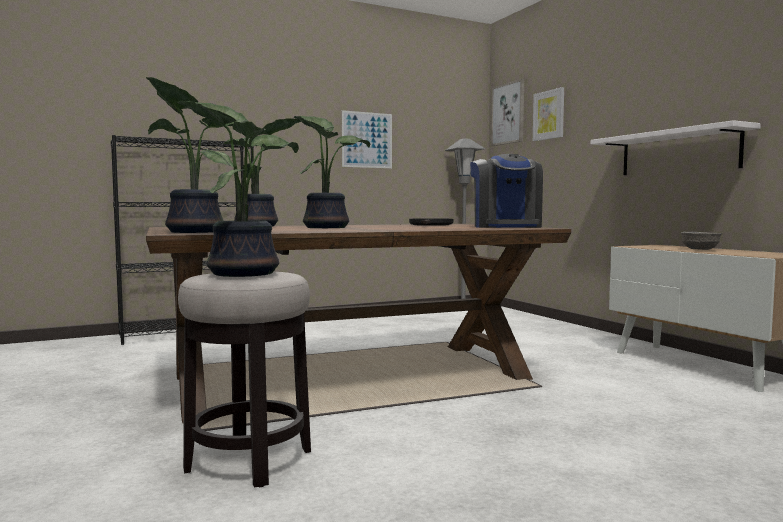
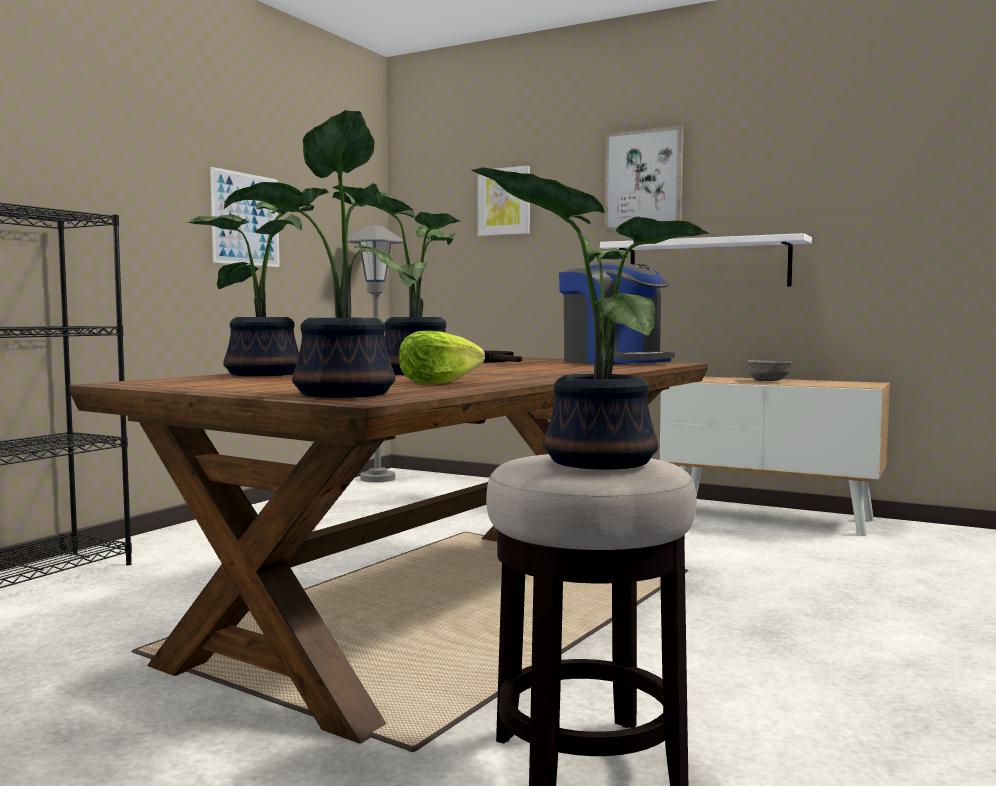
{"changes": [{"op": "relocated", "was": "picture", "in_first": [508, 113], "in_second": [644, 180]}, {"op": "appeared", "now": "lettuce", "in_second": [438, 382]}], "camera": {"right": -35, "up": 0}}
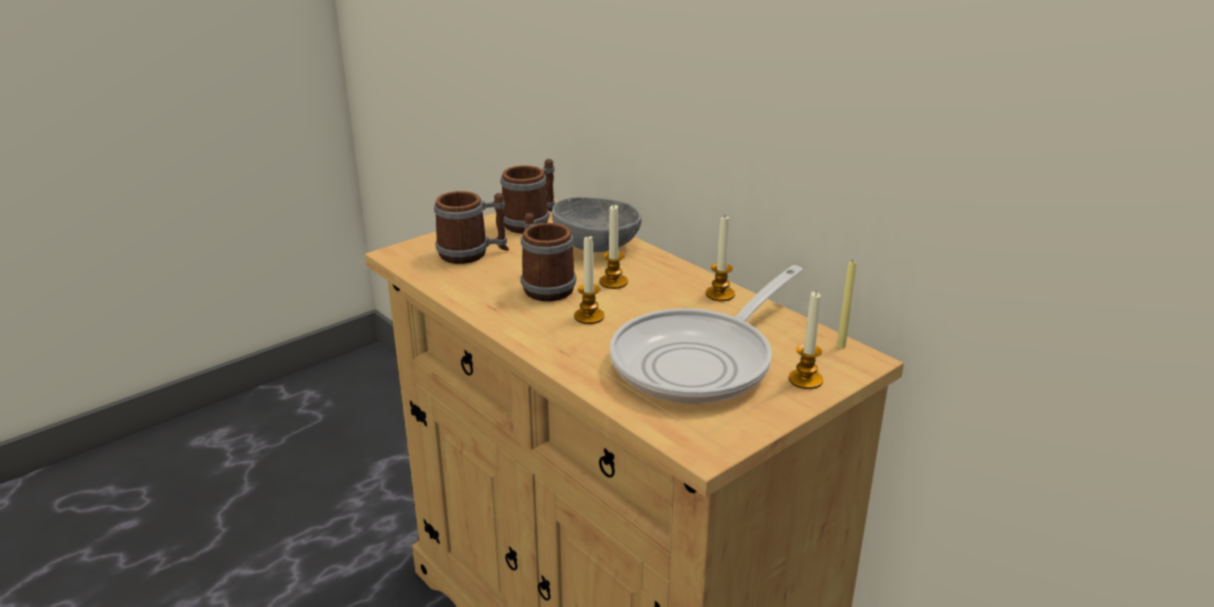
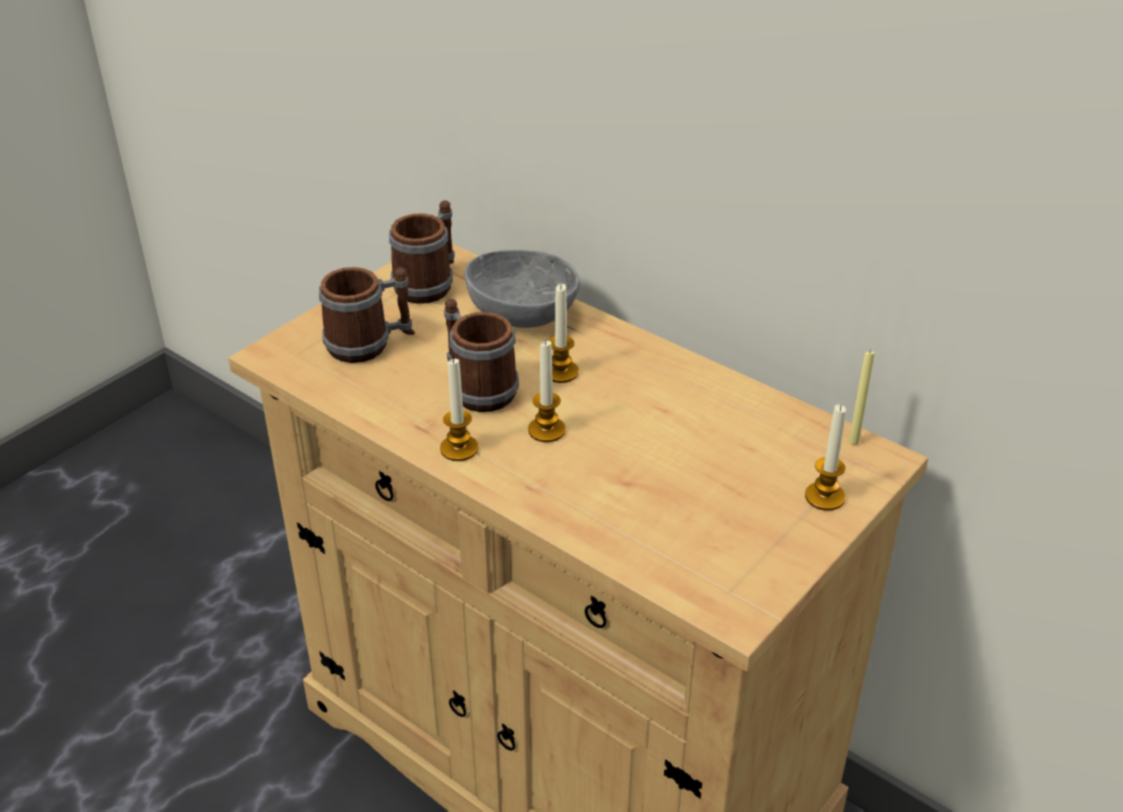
{"changes": [{"op": "relocated", "was": "candle", "in_first": [720, 294], "in_second": [459, 449]}, {"op": "missing", "was": "frying pan", "in_first": [700, 361]}], "camera": {"right": -10, "up": 10}}
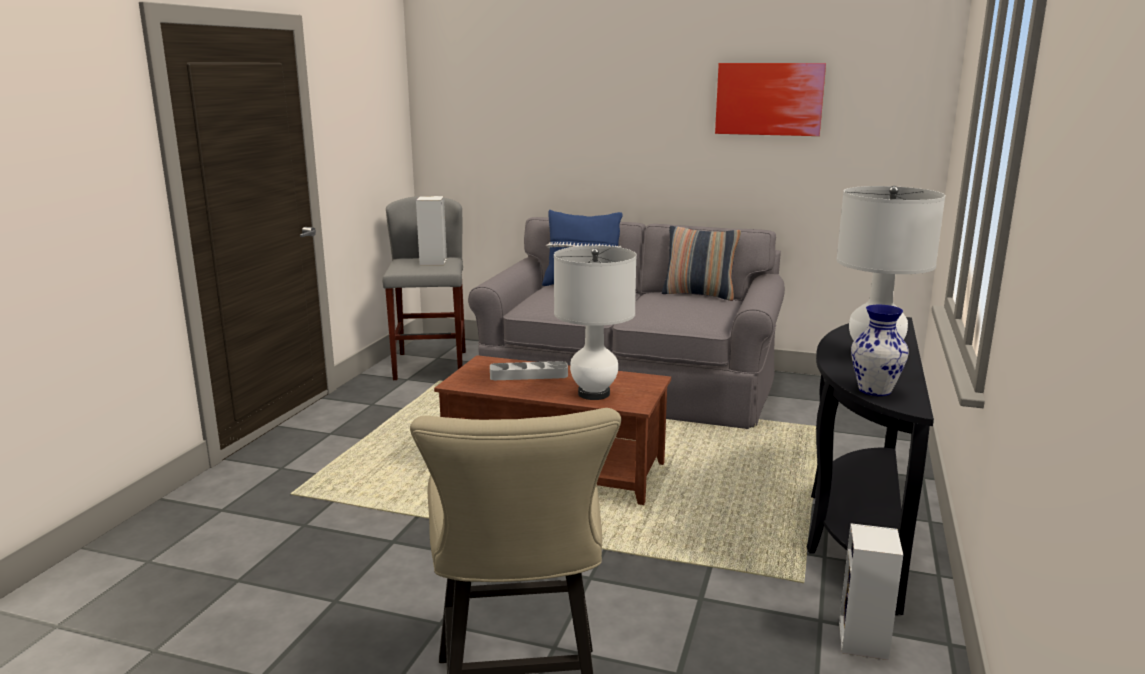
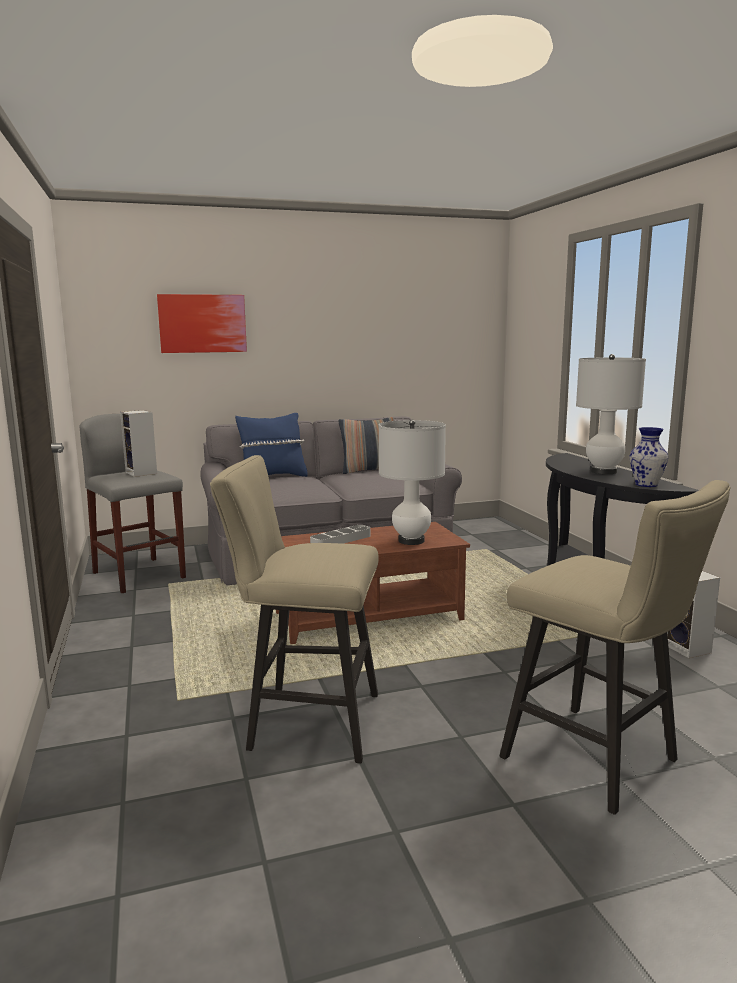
{"changes": [{"op": "relocated", "was": "picture", "in_first": [769, 99], "in_second": [202, 323]}, {"op": "appeared", "now": "stool (beige)", "in_second": [305, 721]}], "camera": {"right": -35, "up": -5}}
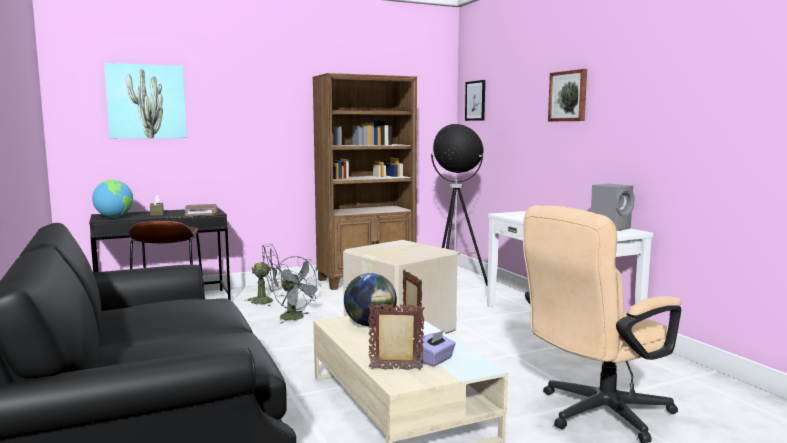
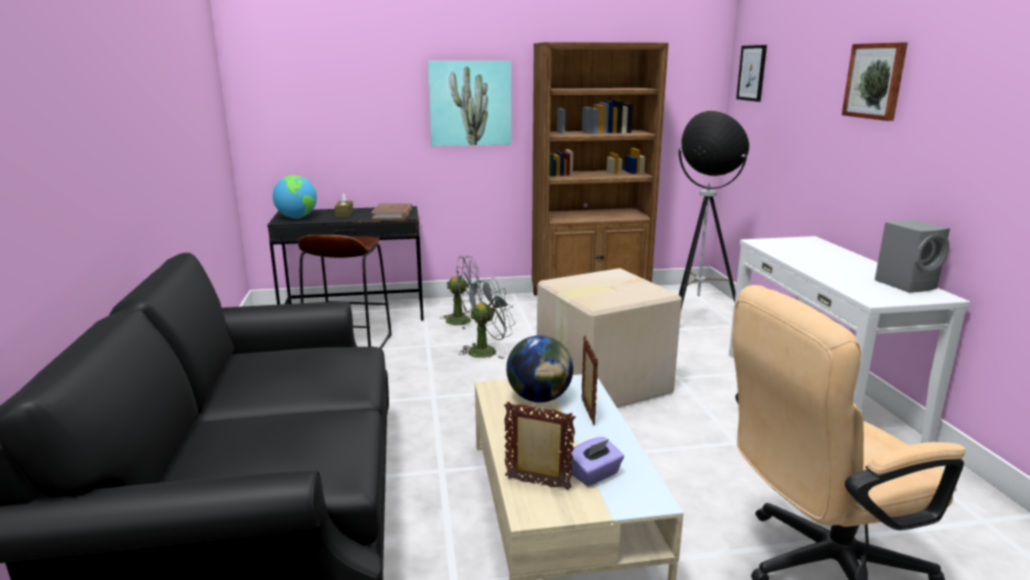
{"changes": [{"op": "relocated", "was": "picture", "in_first": [146, 101], "in_second": [470, 103]}, {"op": "spun", "was": "fan (grey)", "in_first": [296, 318], "in_second": [487, 350], "clockwise": -90}], "camera": {"right": 15, "up": 10}}
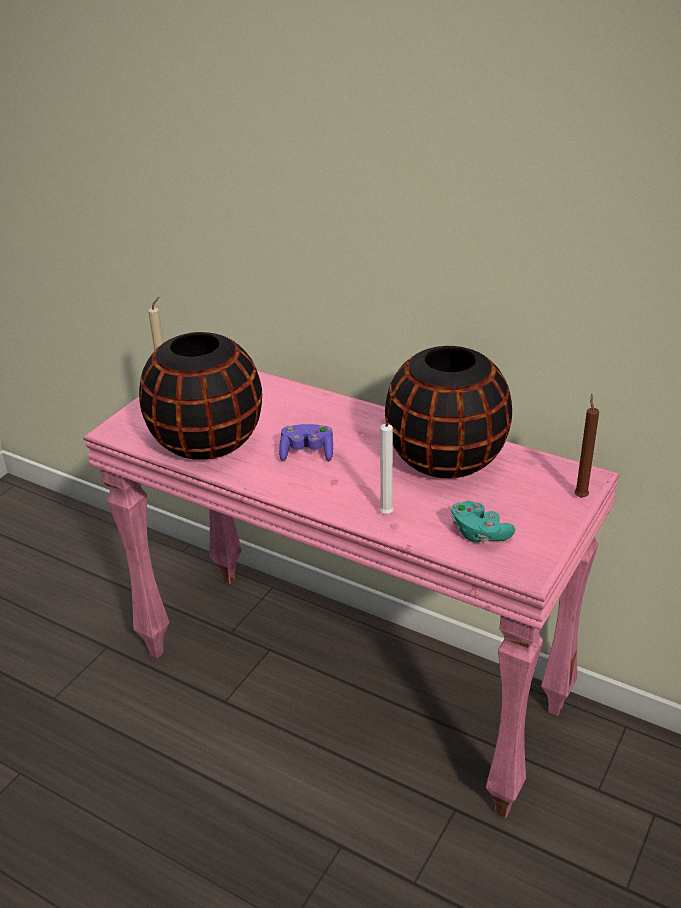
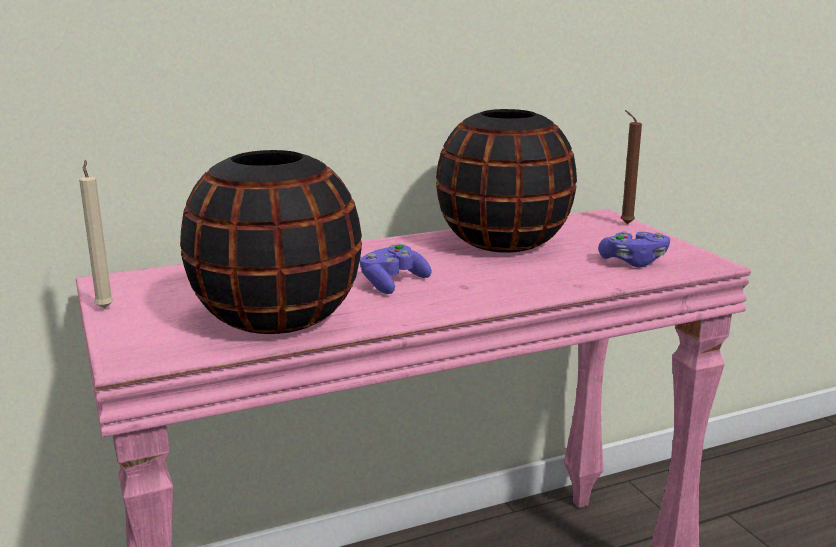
{"changes": [{"op": "missing", "was": "candle (white)", "in_first": [386, 515]}, {"op": "colour", "was": "game controller (turquoise)", "now": "game controller (purple)", "in_first": [479, 533], "in_second": [633, 262]}], "camera": {"right": -55, "up": -15}}
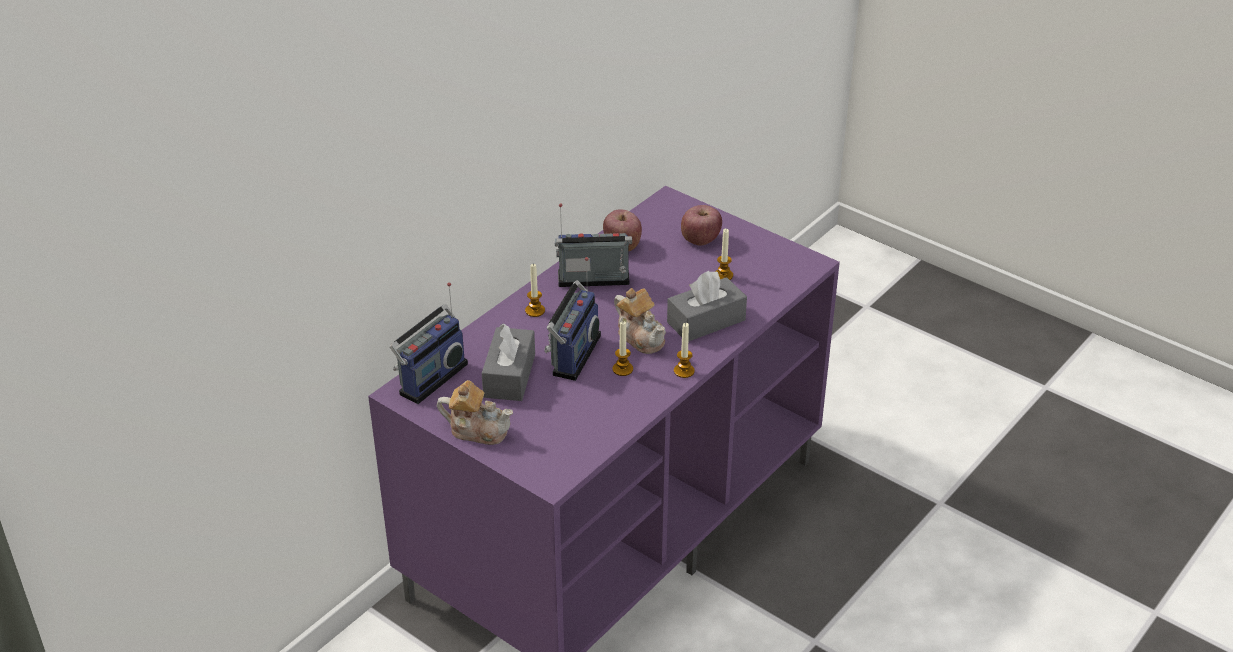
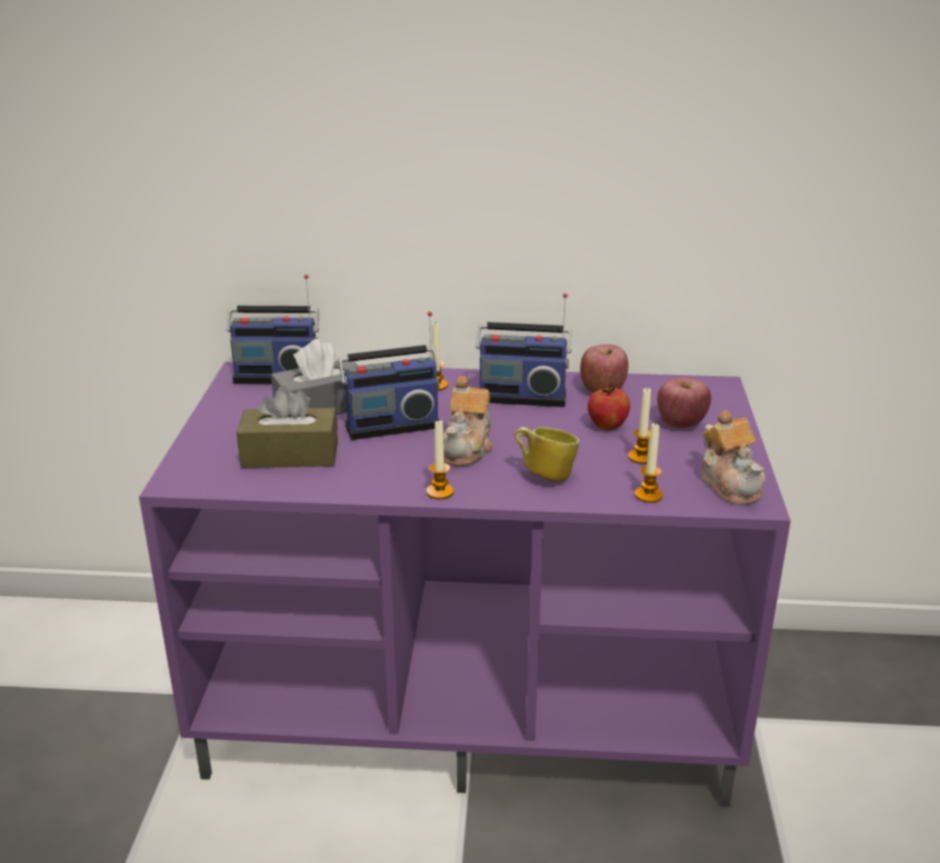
{"changes": [{"op": "spun", "was": "radio", "in_first": [594, 282], "in_second": [522, 396], "clockwise": 135}, {"op": "exchanged", "was": "tissue box (grey)", "now": "mug", "in_first": [706, 321], "in_second": [545, 475]}, {"op": "relocated", "was": "candle", "in_first": [622, 369], "in_second": [648, 495]}, {"op": "relocated", "was": "teapot", "in_first": [477, 430], "in_second": [730, 484]}, {"op": "appeared", "now": "apple", "in_second": [607, 426]}, {"op": "appeared", "now": "tissue box (brown)", "in_second": [290, 455]}], "camera": {"right": 55, "up": -10}}
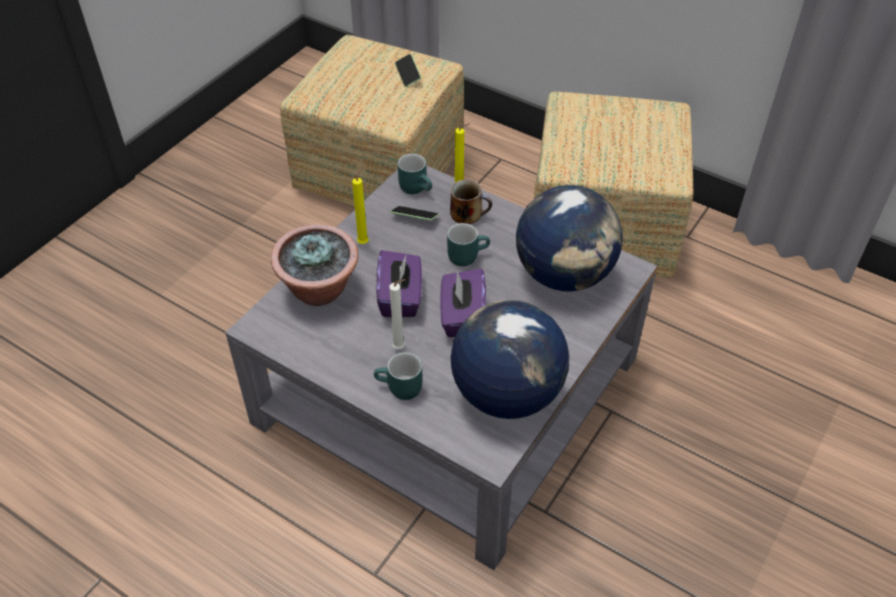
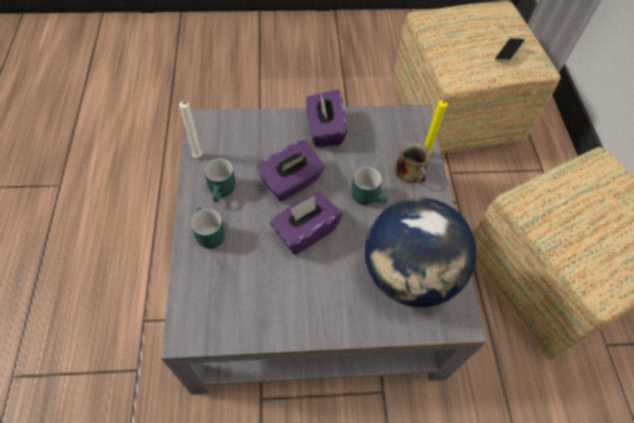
{"changes": [{"op": "relocated", "was": "mug (turquoise)", "in_first": [417, 187], "in_second": [223, 191]}, {"op": "exchanged", "was": "candle (yellow)", "now": "tissue box (purple)", "in_first": [364, 242], "in_second": [324, 130]}, {"op": "missing", "was": "phone", "in_first": [414, 218]}, {"op": "missing", "was": "potted plant", "in_first": [320, 290]}, {"op": "relocated", "was": "candle (white)", "in_first": [400, 348], "in_second": [198, 157]}, {"op": "missing", "was": "globe", "in_first": [507, 393]}], "camera": {"right": 50, "up": 10}}
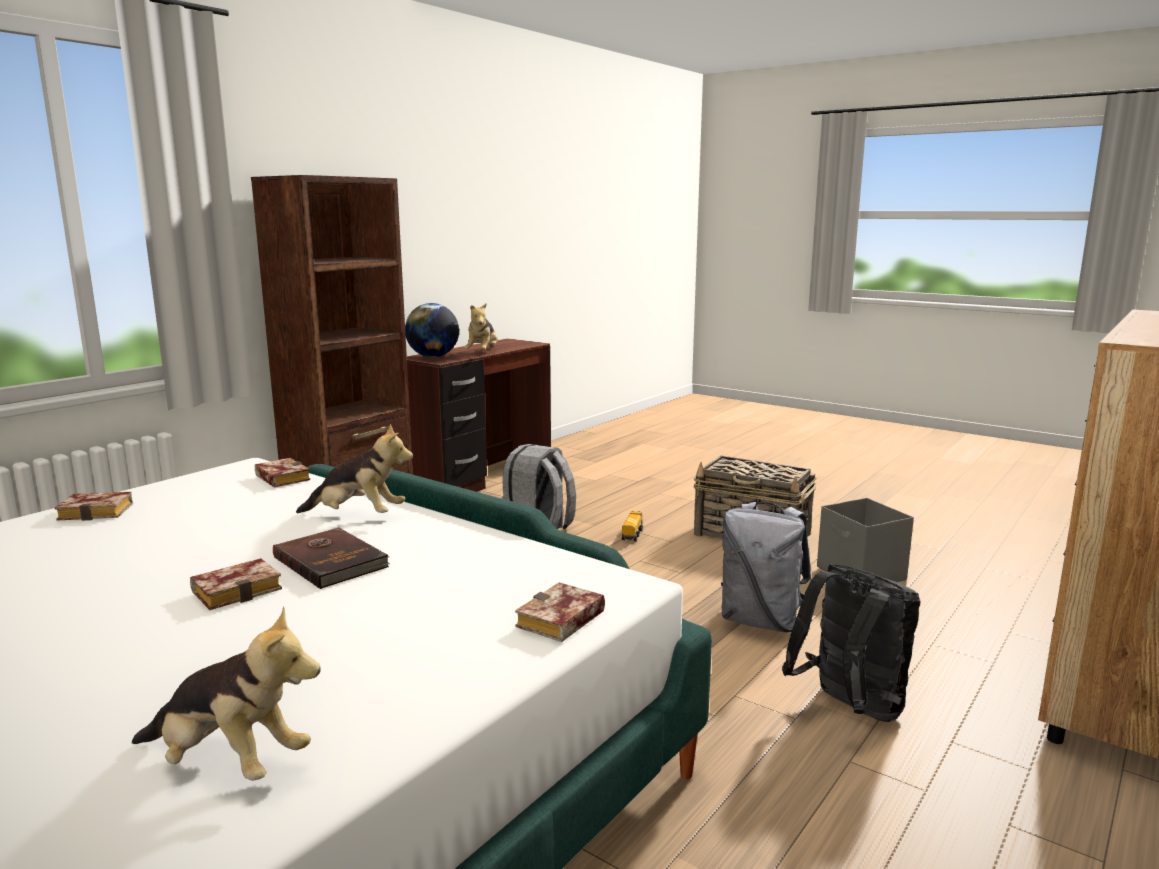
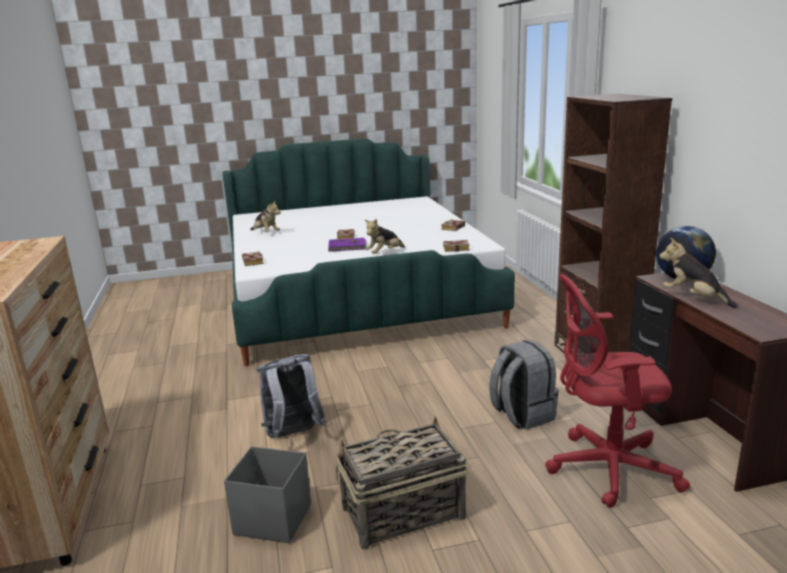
{"changes": [{"op": "missing", "was": "toy truck", "in_first": [632, 534]}, {"op": "colour", "was": "book (brown)", "now": "book (purple)", "in_first": [331, 561], "in_second": [347, 247]}, {"op": "missing", "was": "backpack (black)", "in_first": [849, 709]}, {"op": "spun", "was": "plush toy", "in_first": [229, 763], "in_second": [266, 233], "clockwise": -105}, {"op": "appeared", "now": "office chair (red)", "in_second": [605, 468]}], "camera": {"right": 130, "up": 5}}
